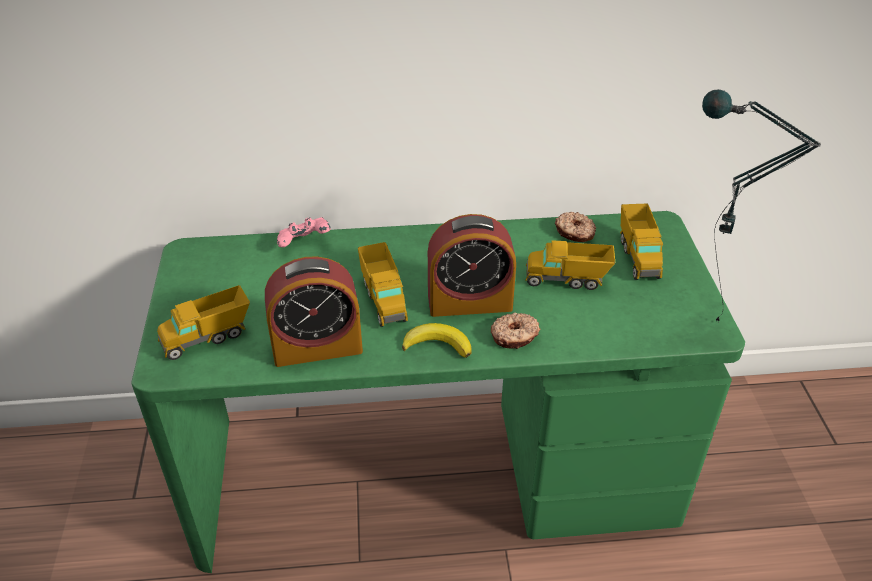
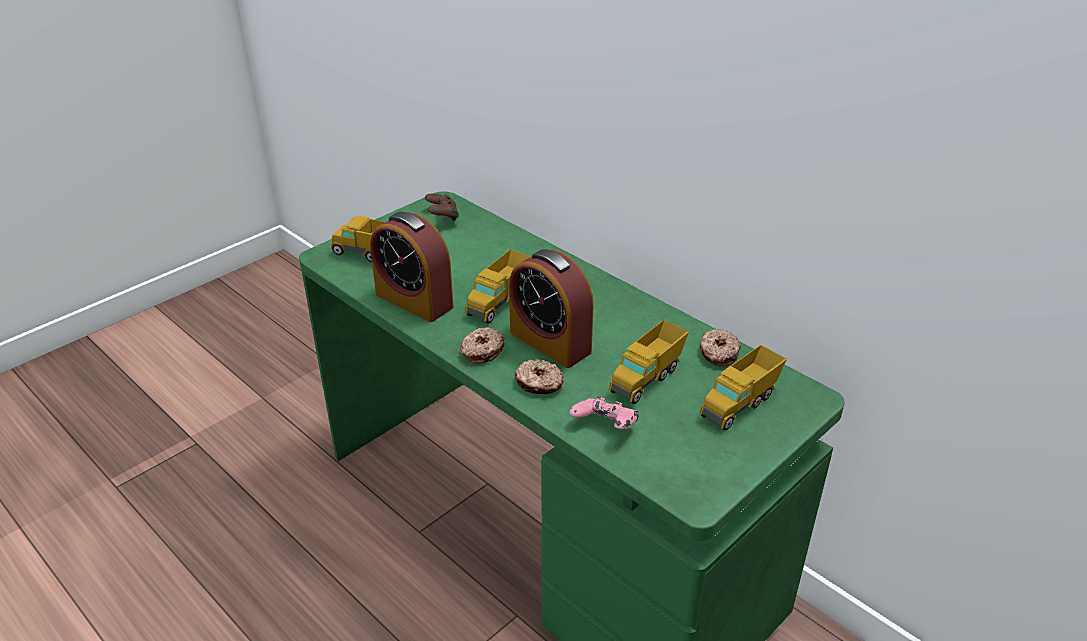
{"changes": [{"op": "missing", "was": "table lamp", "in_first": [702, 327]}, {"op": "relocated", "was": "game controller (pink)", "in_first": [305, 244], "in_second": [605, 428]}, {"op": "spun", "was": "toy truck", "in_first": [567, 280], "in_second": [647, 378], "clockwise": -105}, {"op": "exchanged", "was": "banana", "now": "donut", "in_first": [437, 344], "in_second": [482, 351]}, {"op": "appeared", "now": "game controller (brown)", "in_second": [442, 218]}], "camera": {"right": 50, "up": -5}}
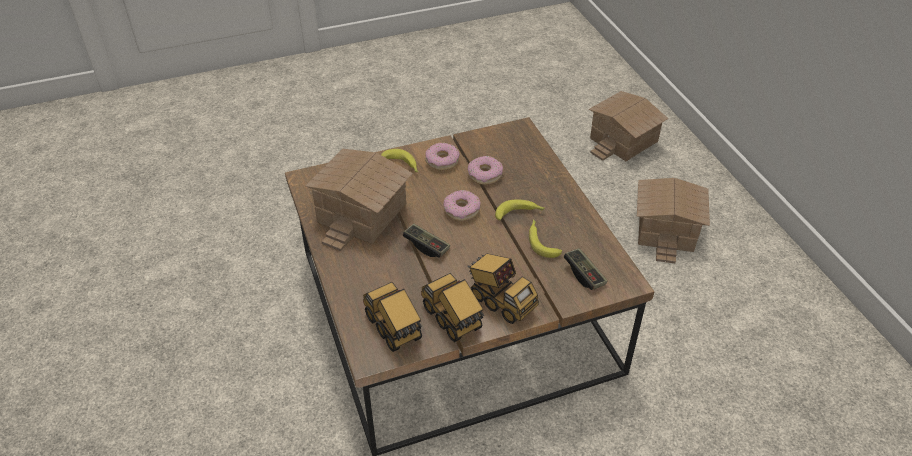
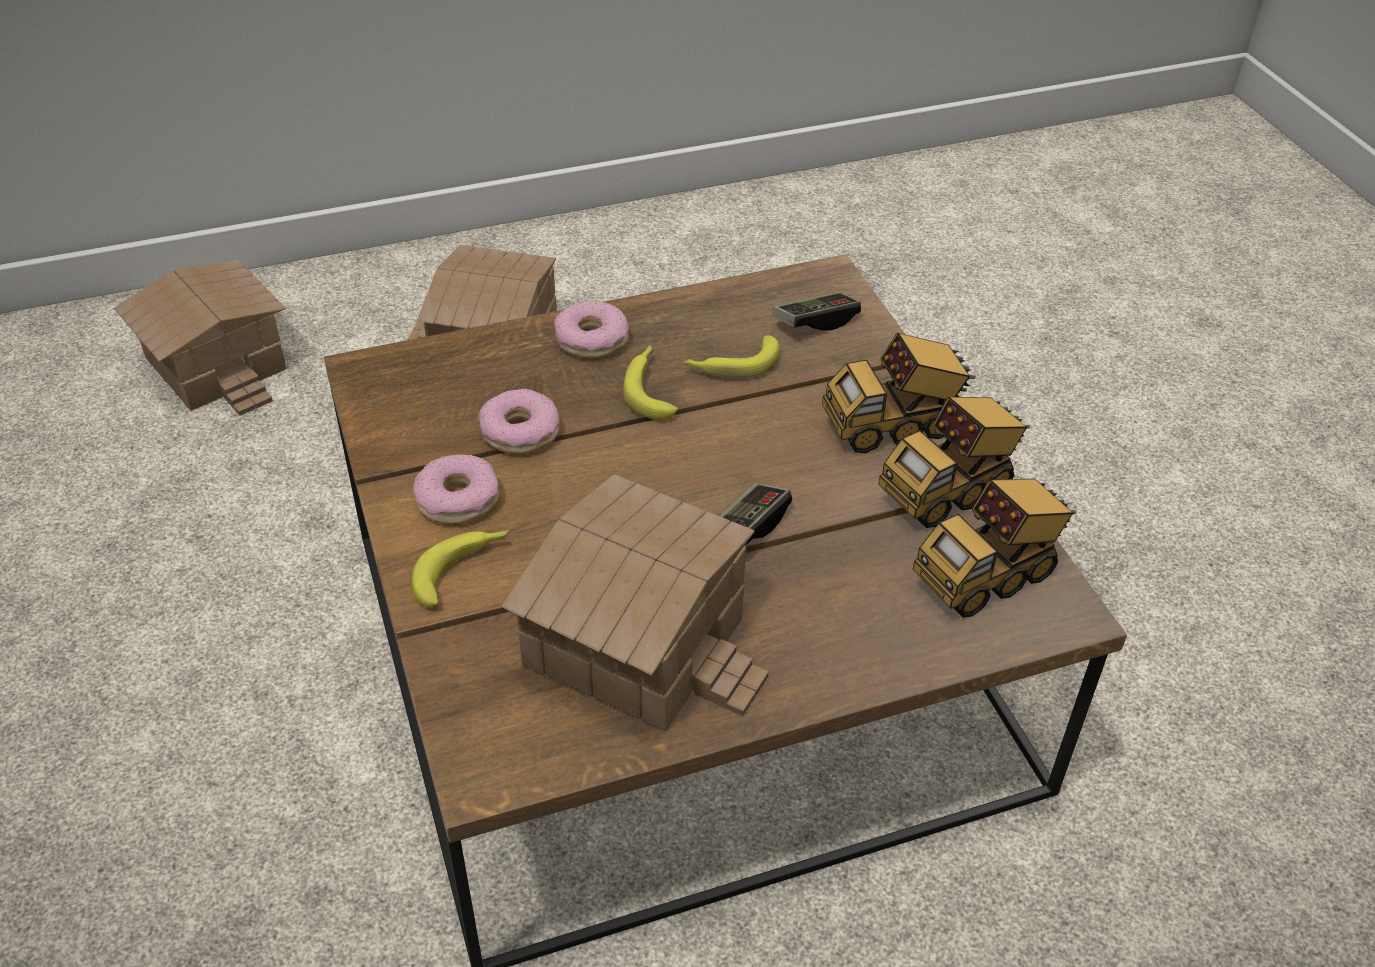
{"changes": [{"op": "relocated", "was": "donut", "in_first": [461, 210], "in_second": [592, 339]}, {"op": "spun", "was": "toy truck", "in_first": [500, 301], "in_second": [893, 426], "clockwise": -150}], "camera": {"right": -90, "up": 0}}
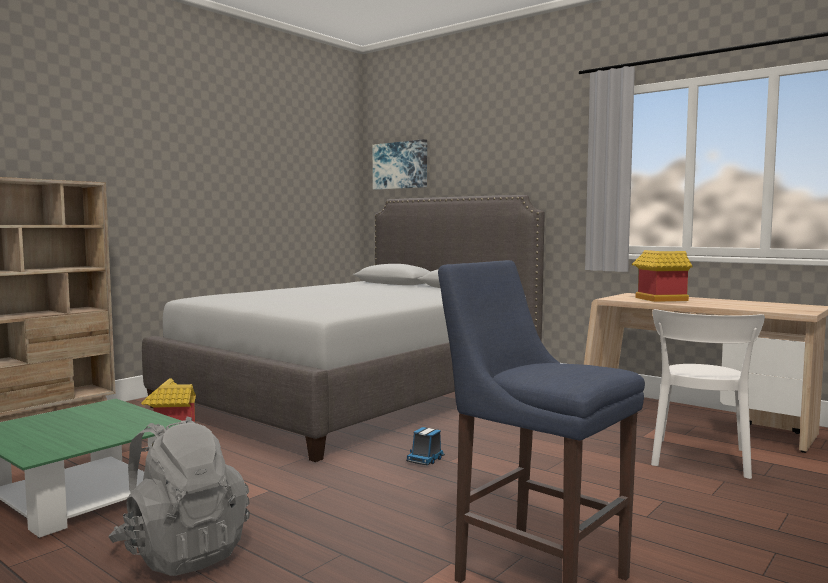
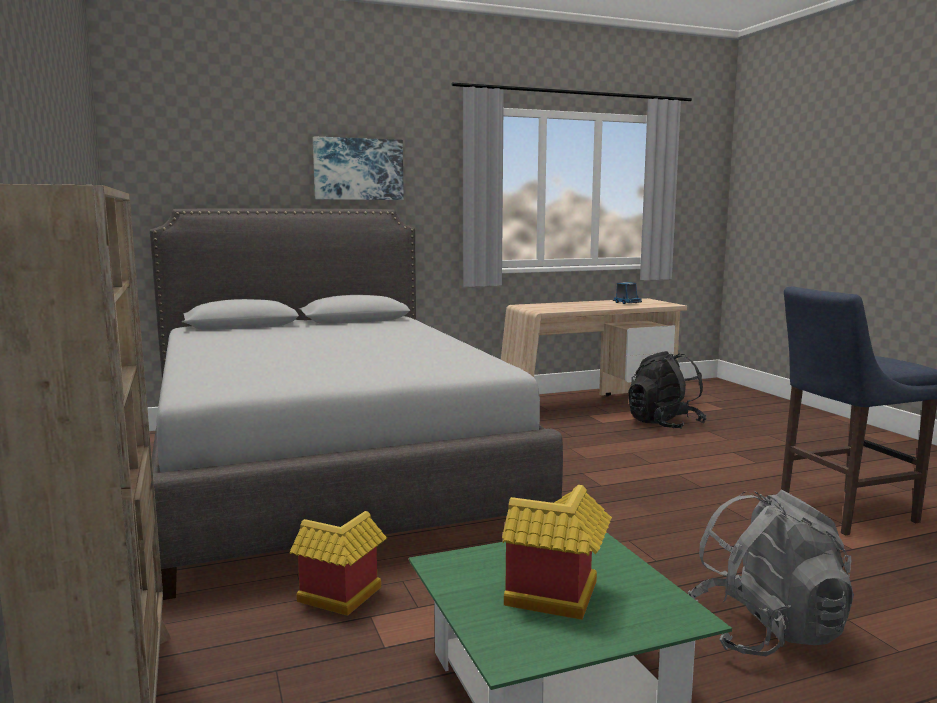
{"changes": [{"op": "relocated", "was": "picture", "in_first": [400, 165], "in_second": [358, 169]}, {"op": "relocated", "was": "toy house", "in_first": [658, 299], "in_second": [555, 600]}, {"op": "exchanged", "was": "chair (white)", "now": "backpack (black)", "in_first": [700, 459], "in_second": [664, 424]}, {"op": "relocated", "was": "toy truck", "in_first": [425, 459], "in_second": [626, 303]}], "camera": {"right": -60, "up": 5}}
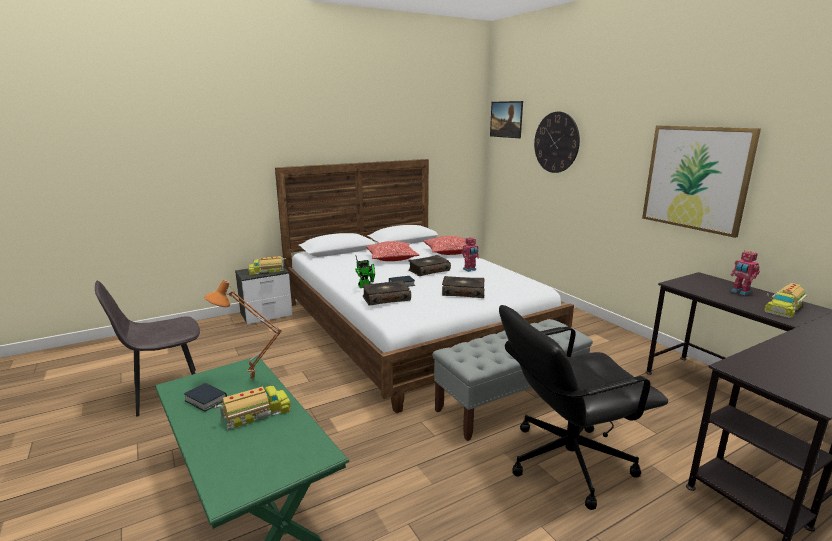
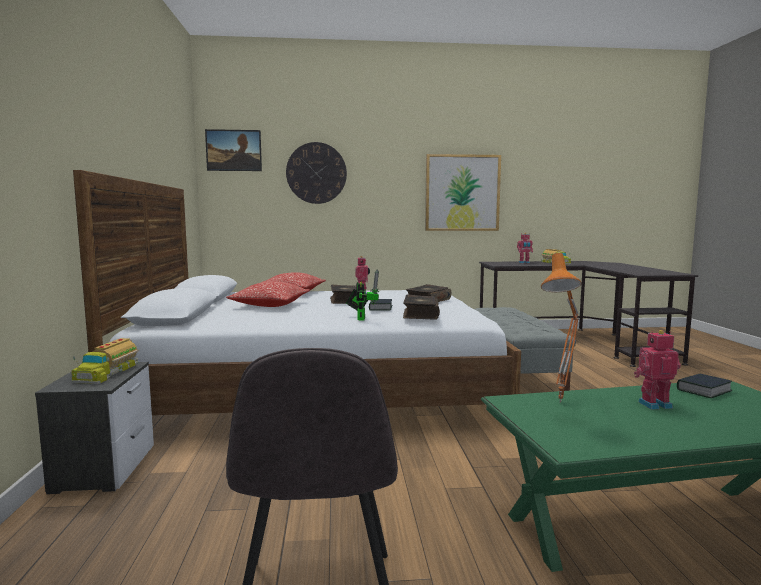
{"changes": [{"op": "missing", "was": "office chair (black)", "in_first": [567, 461]}, {"op": "relocated", "was": "book", "in_first": [206, 400], "in_second": [703, 390]}, {"op": "exchanged", "was": "toy truck", "now": "toy robot", "in_first": [256, 414], "in_second": [653, 404]}], "camera": {"right": -65, "up": -10}}
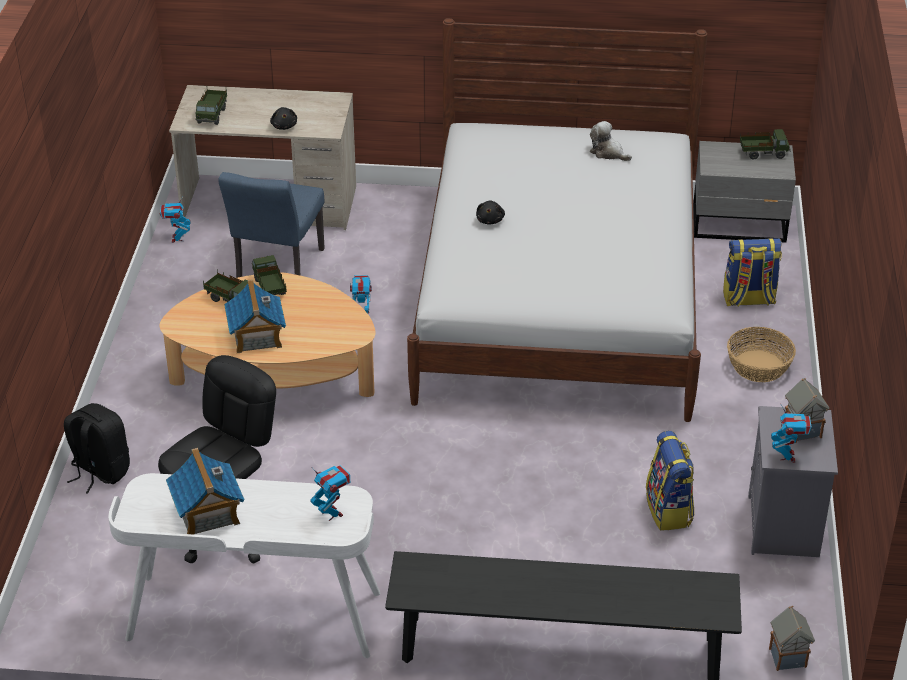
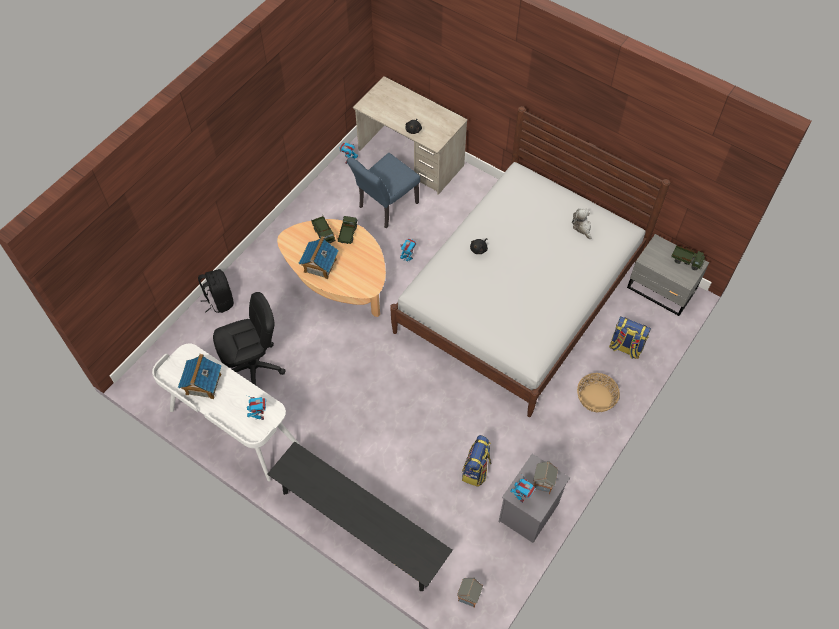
{"changes": [{"op": "missing", "was": "toy truck", "in_first": [212, 115]}], "camera": {"right": 30, "up": 20}}
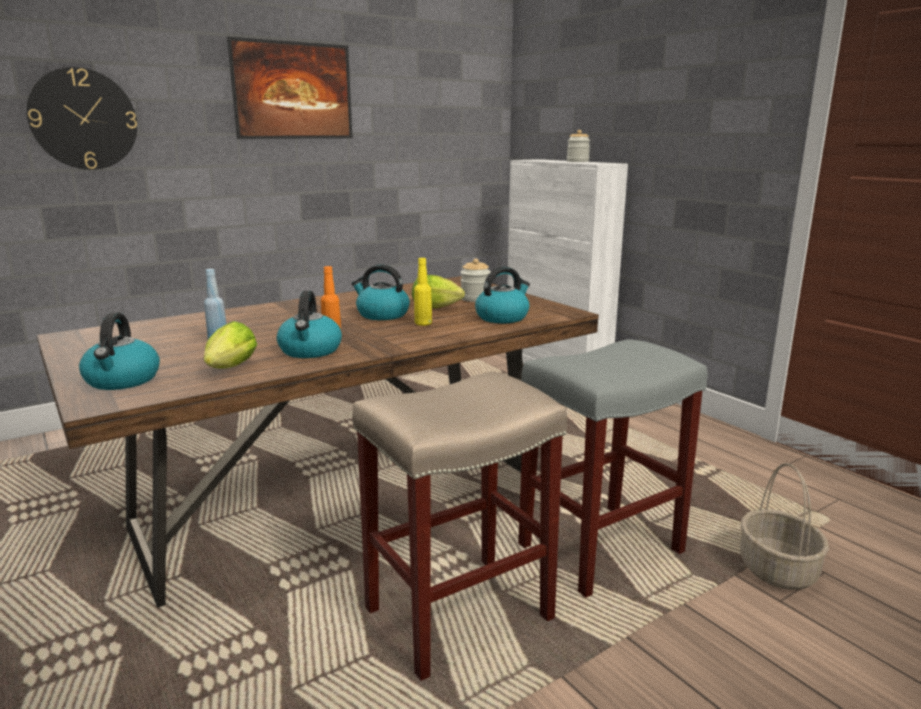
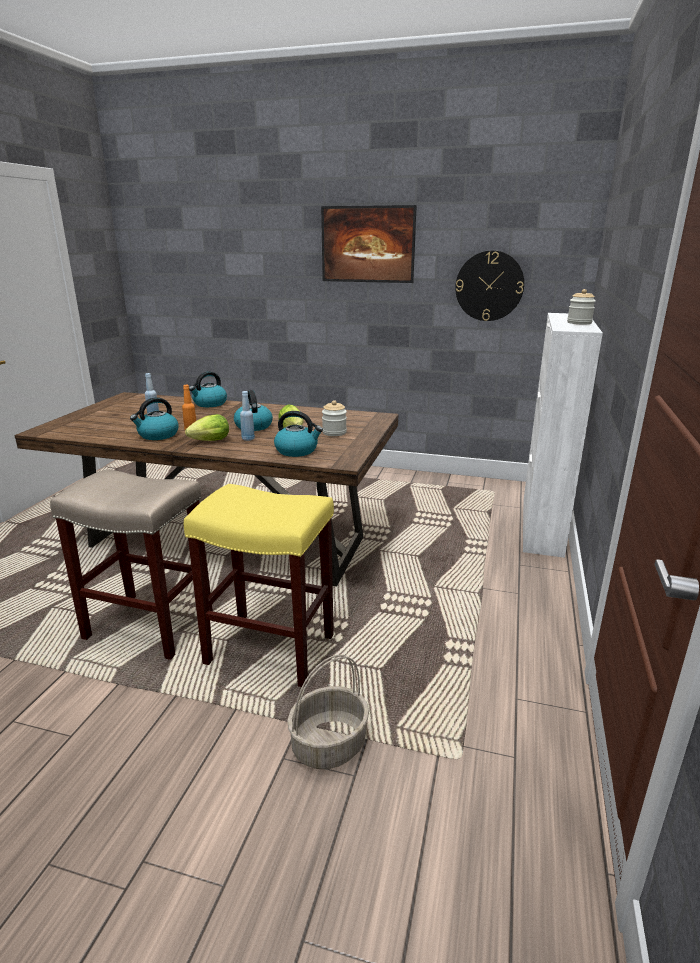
{"changes": [{"op": "relocated", "was": "wall clock", "in_first": [83, 119], "in_second": [489, 286]}, {"op": "colour", "was": "bottle (yellow)", "now": "bottle (blue)", "in_first": [423, 324], "in_second": [248, 439]}, {"op": "relocated", "was": "kettle", "in_first": [122, 380], "in_second": [209, 404]}, {"op": "relocated", "was": "lettuce", "in_first": [229, 369], "in_second": [208, 442]}, {"op": "colour", "was": "stool (grey)", "now": "stool (yellow)", "in_first": [599, 550], "in_second": [268, 650]}], "camera": {"right": 50, "up": 5}}
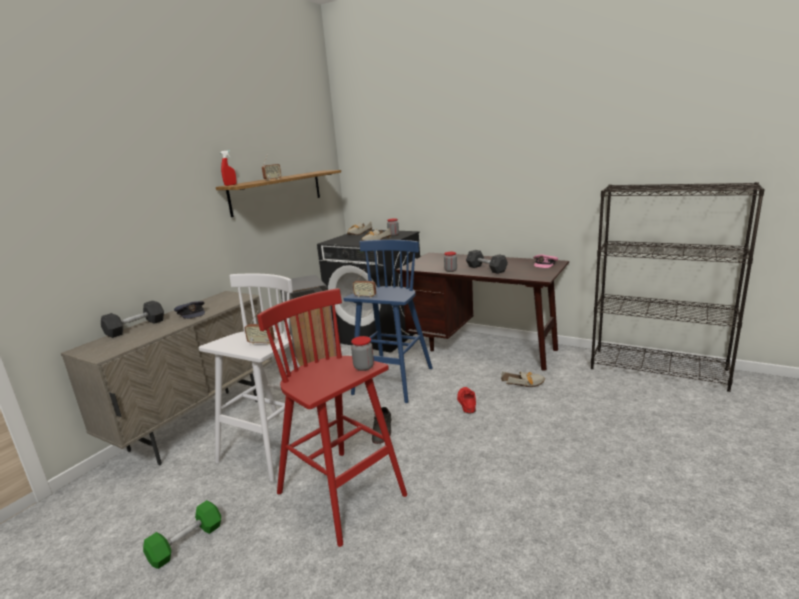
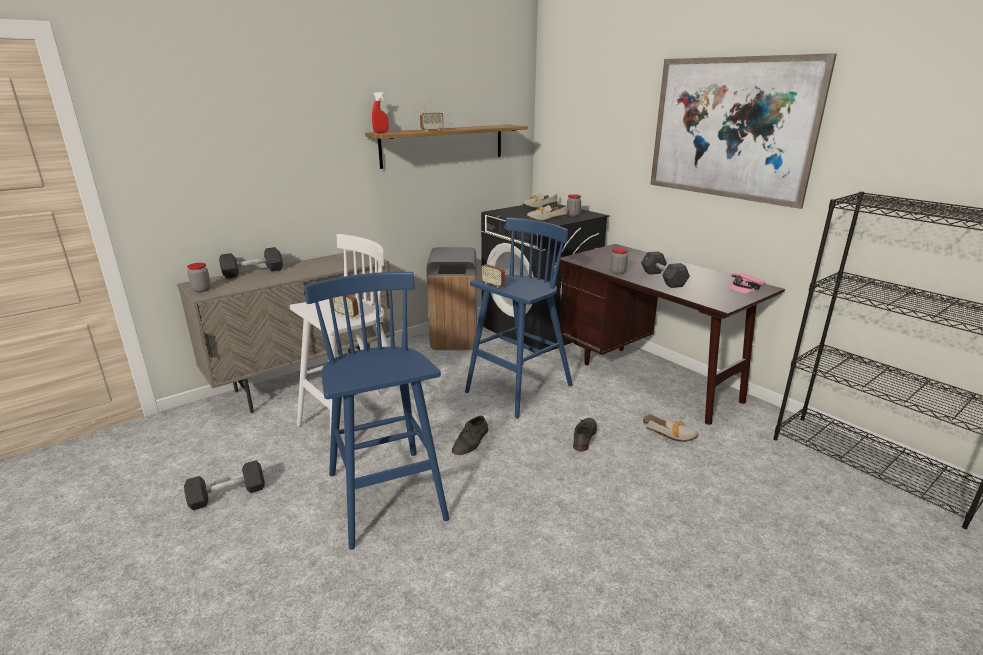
{"changes": [{"op": "colour", "was": "stool (red)", "now": "stool (blue)", "in_first": [343, 495], "in_second": [387, 498]}, {"op": "missing", "was": "cap (grey)", "in_first": [191, 313]}, {"op": "relocated", "was": "jar", "in_first": [363, 367], "in_second": [201, 290]}, {"op": "colour", "was": "shoe (red)", "now": "shoe (grey)", "in_first": [466, 402], "in_second": [584, 436]}, {"op": "colour", "was": "dumbbell (green)", "now": "dumbbell (grey)", "in_first": [186, 543], "in_second": [227, 495]}, {"op": "appeared", "now": "picture", "in_second": [730, 129]}], "camera": {"right": 20, "up": 5}}
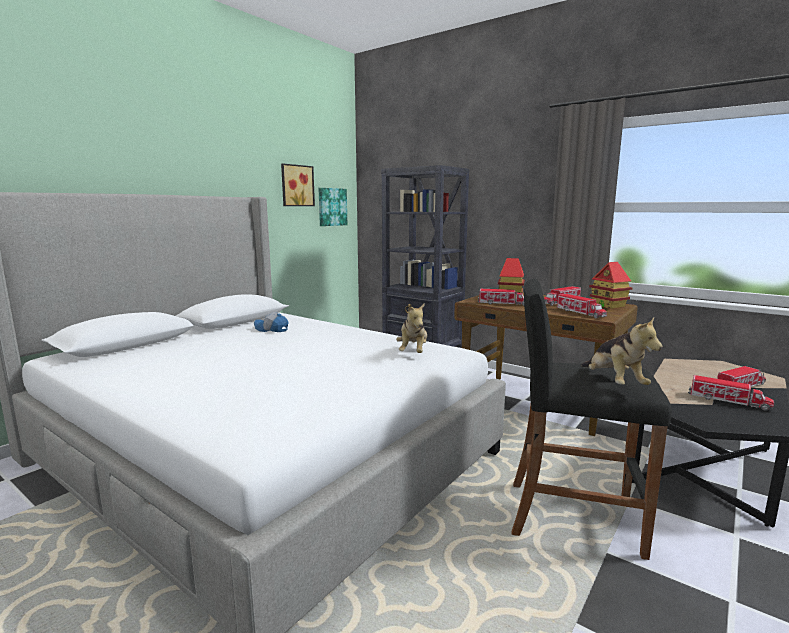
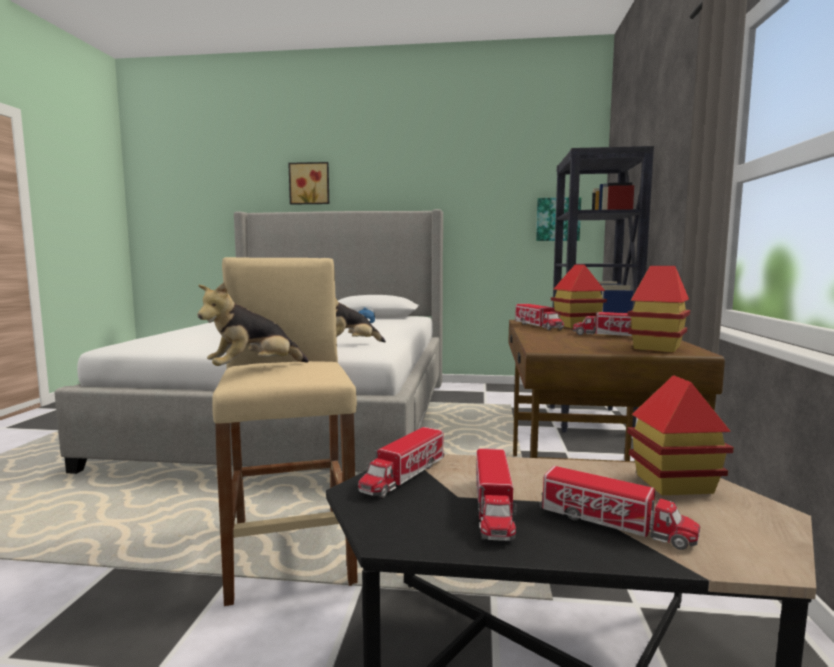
{"changes": [{"op": "relocated", "was": "picture", "in_first": [296, 185], "in_second": [310, 183]}, {"op": "colour", "was": "stool (black)", "now": "stool (beige)", "in_first": [572, 517], "in_second": [291, 549]}, {"op": "relocated", "was": "toy truck", "in_first": [580, 313], "in_second": [403, 476]}, {"op": "appeared", "now": "toy house", "in_second": [673, 484]}], "camera": {"right": 60, "up": -5}}
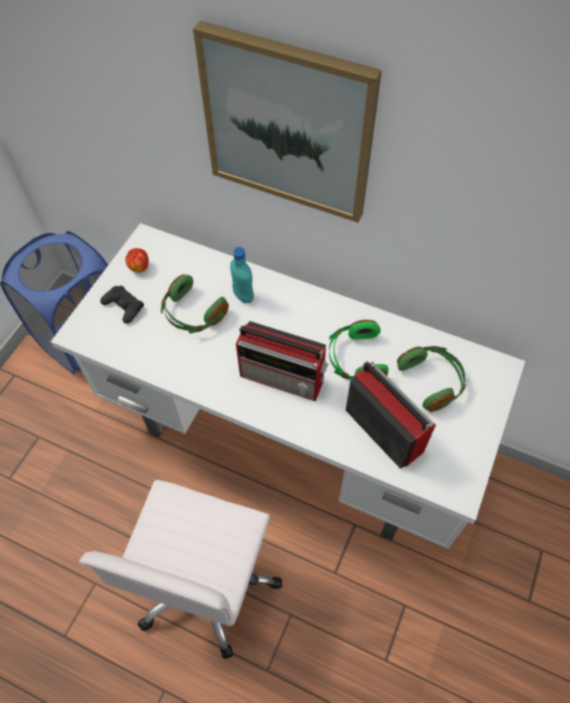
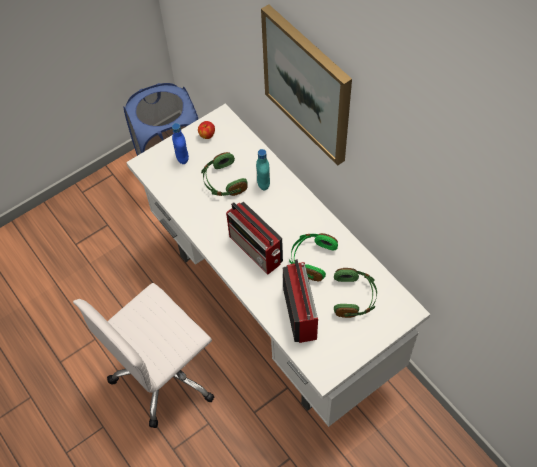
{"changes": [{"op": "exchanged", "was": "game controller (black)", "now": "bottle (blue)", "in_first": [123, 306], "in_second": [182, 158]}], "camera": {"right": 30, "up": 0}}
